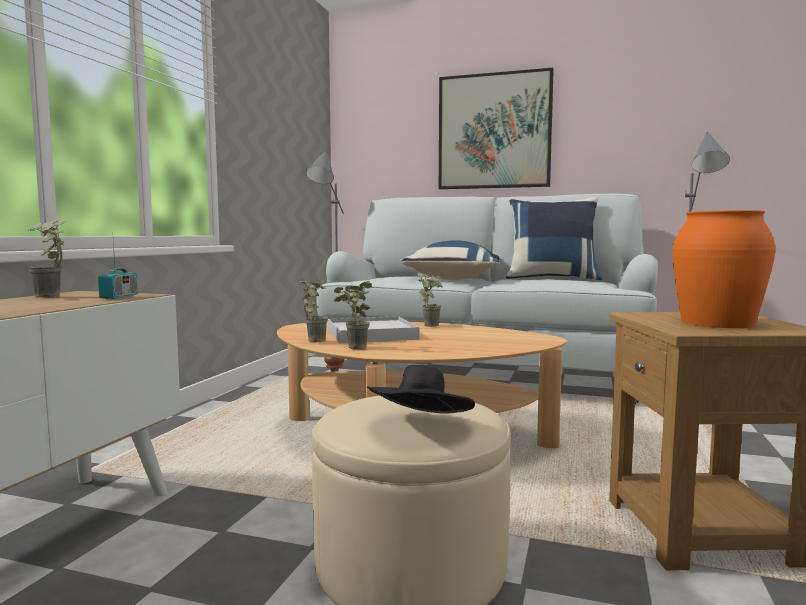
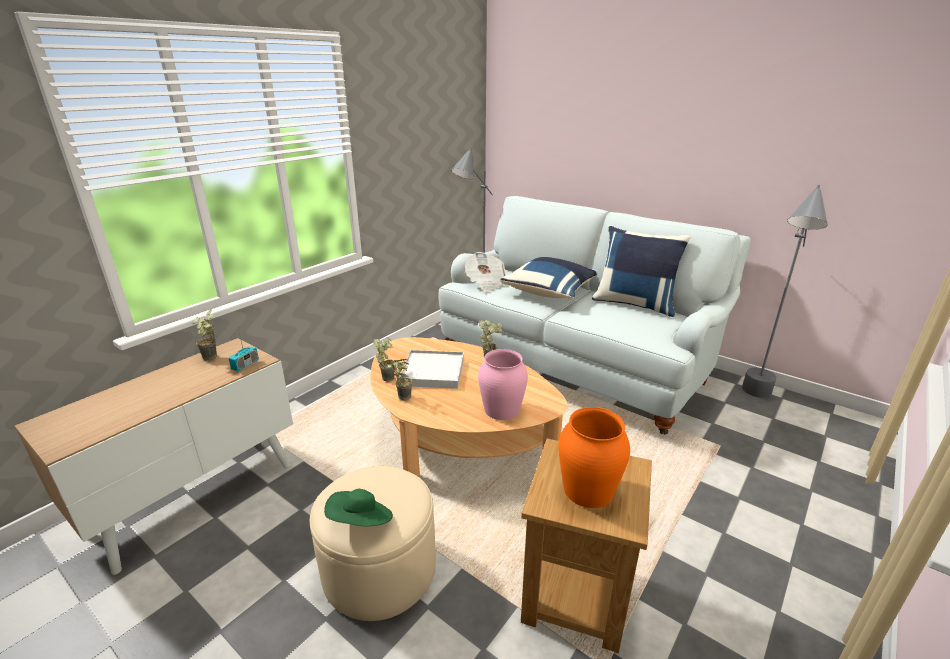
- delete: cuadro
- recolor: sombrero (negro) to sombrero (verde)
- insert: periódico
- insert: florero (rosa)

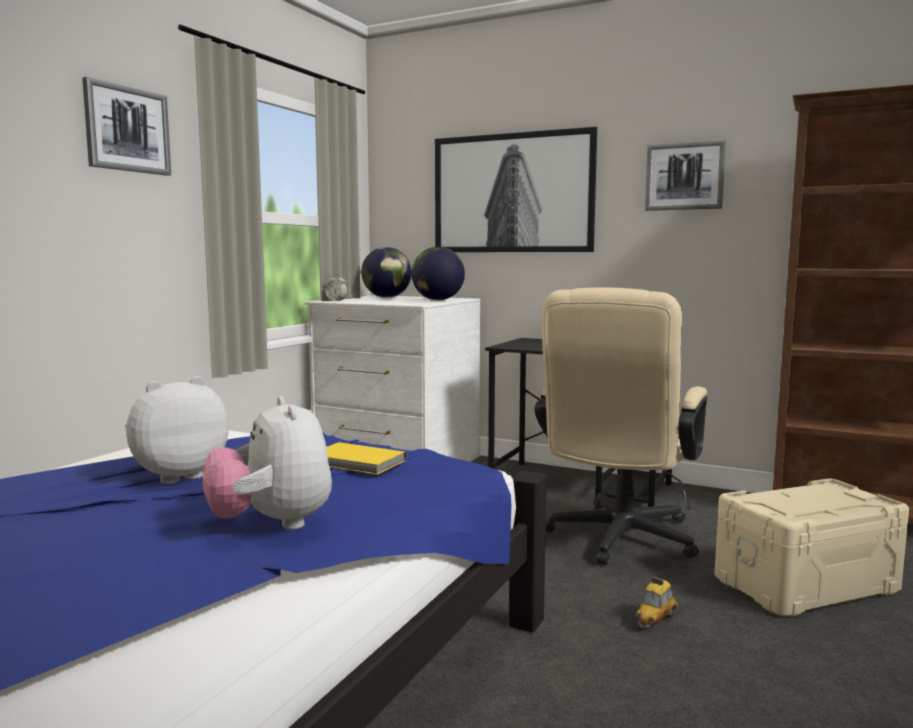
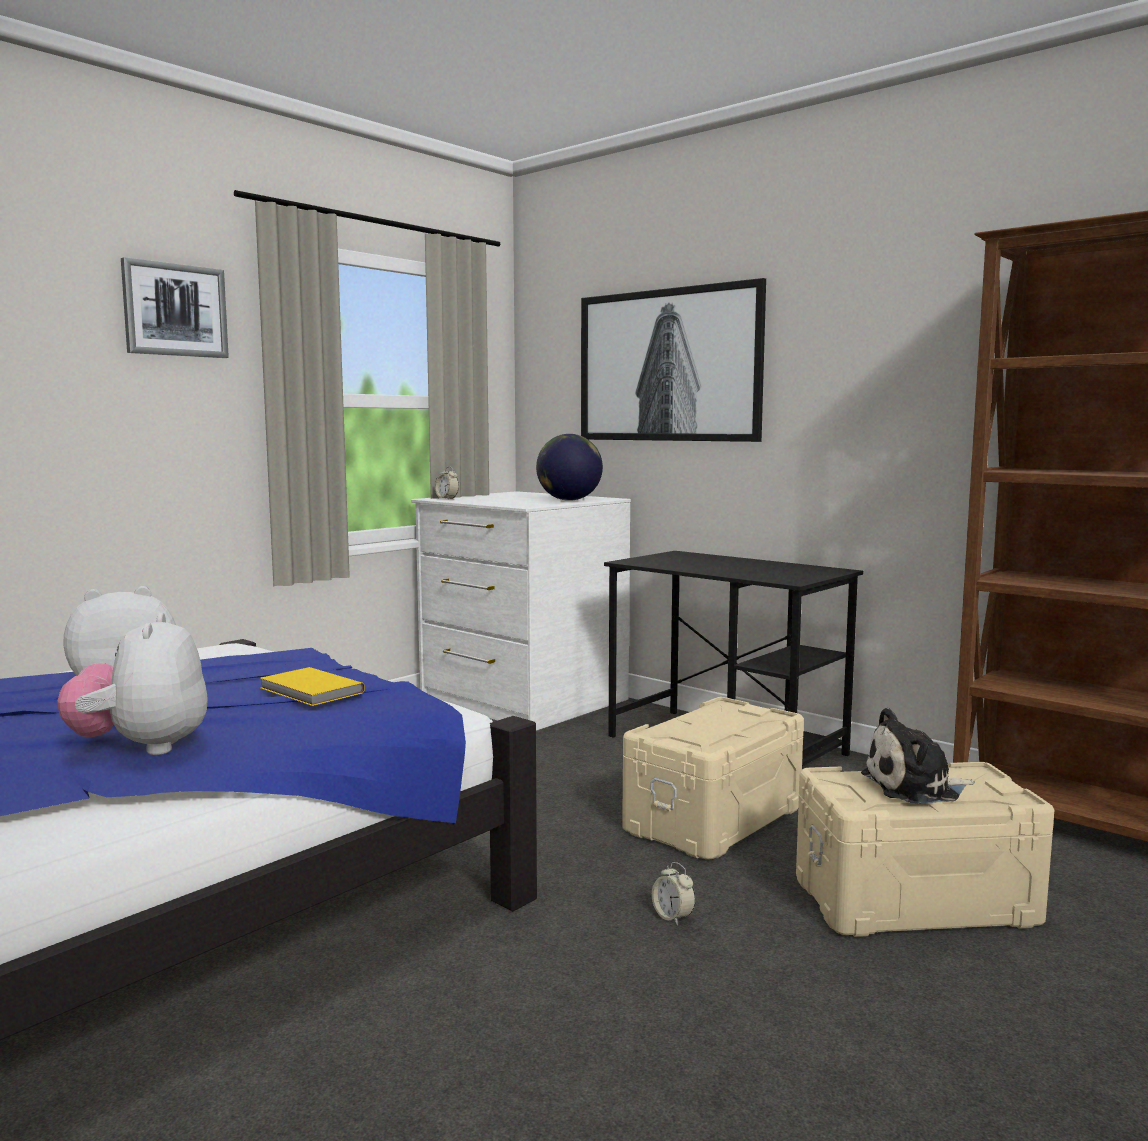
- delete: cuadro (3rd from left)
- delete: globo terráqueo (1st from left)
- replace: silla de oficina (beis) to caja de almacenaje (beis) (1st from left)
- replace: coche de juguete to despertador (2nd from left)
- insert: peluche (3rd from left)

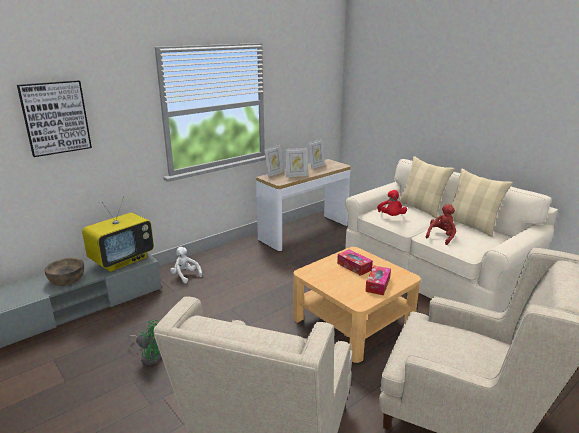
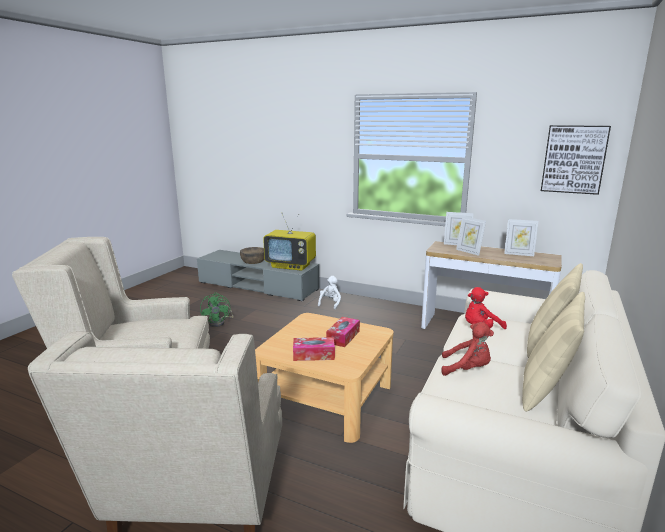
- move: cuadro

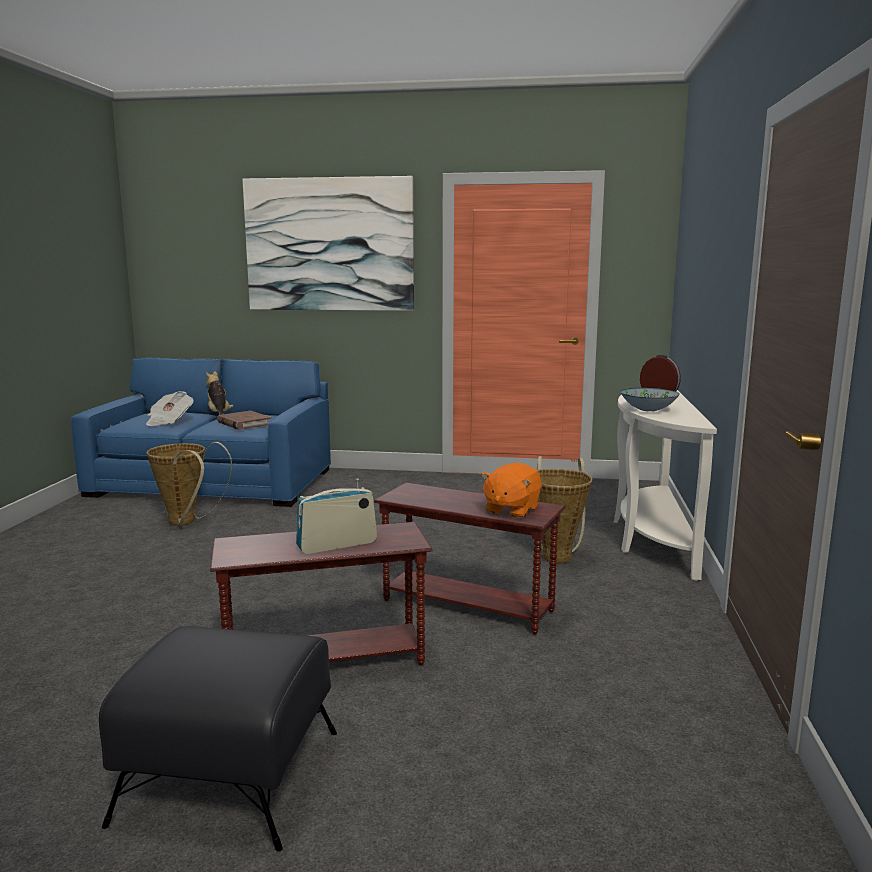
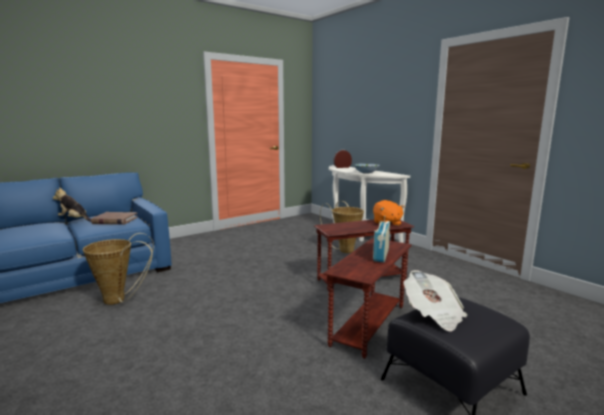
- delete: cuadro
- move: periódico

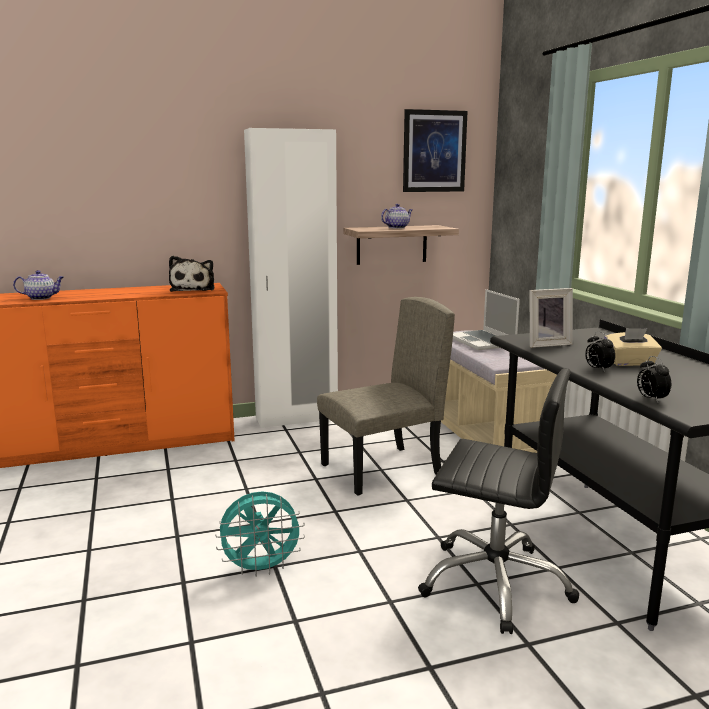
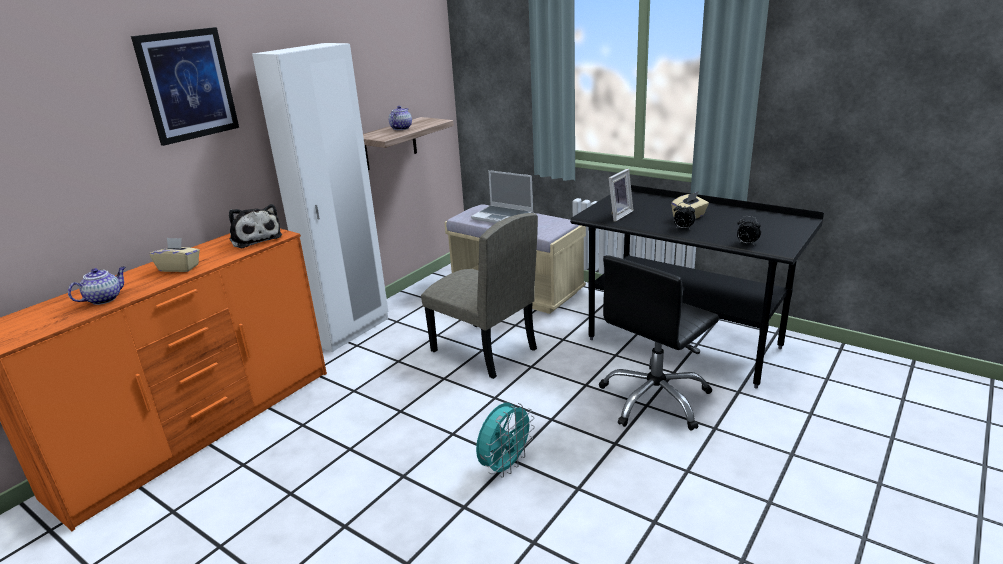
- move: cuadro
- rotate: silla (beis) 105 degrees clockwise
- rotate: silla de oficina (negro) 150 degrees clockwise
- insert: caja de pañuelos (beis) (1st from left)

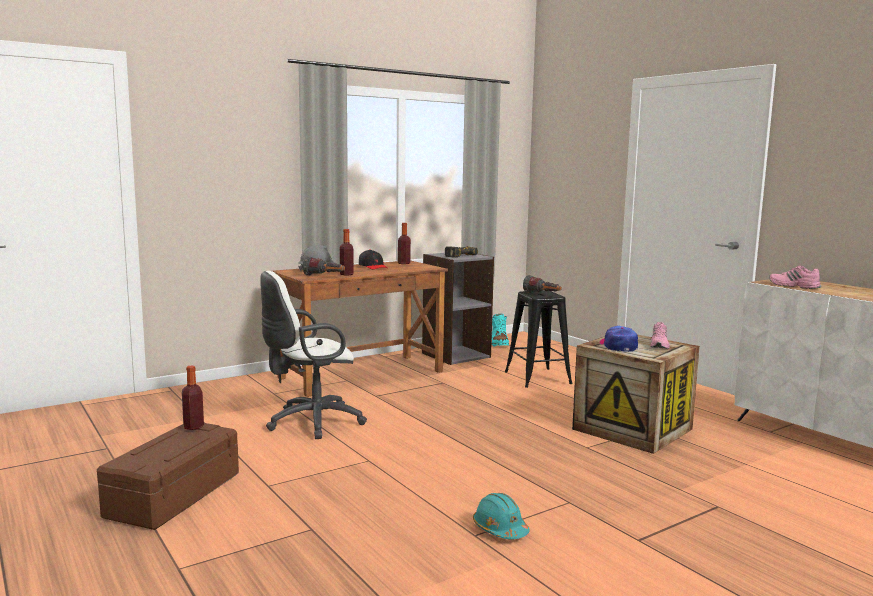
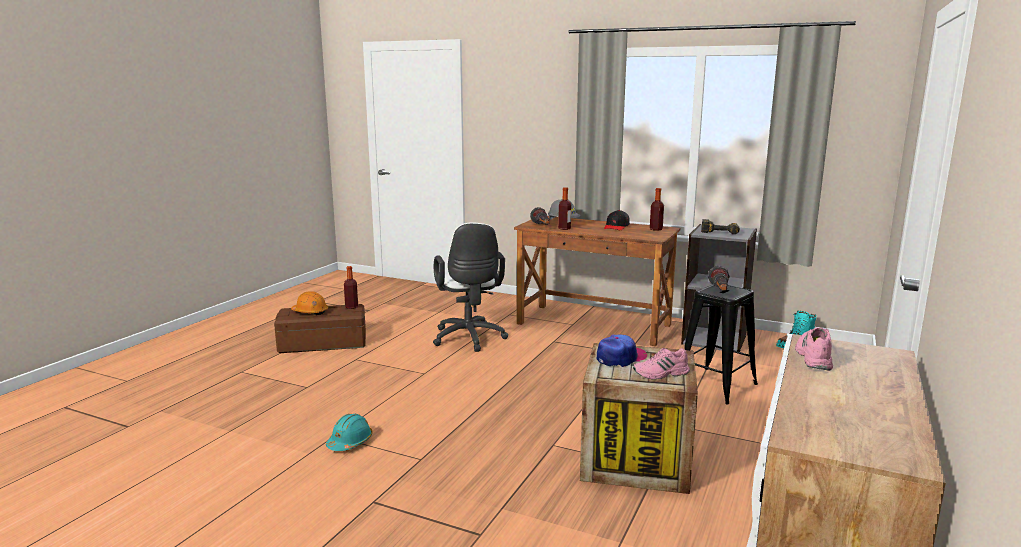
- rotate: silla de oficina (blanco) 135 degrees counterclockwise
- insert: casco (naranja)

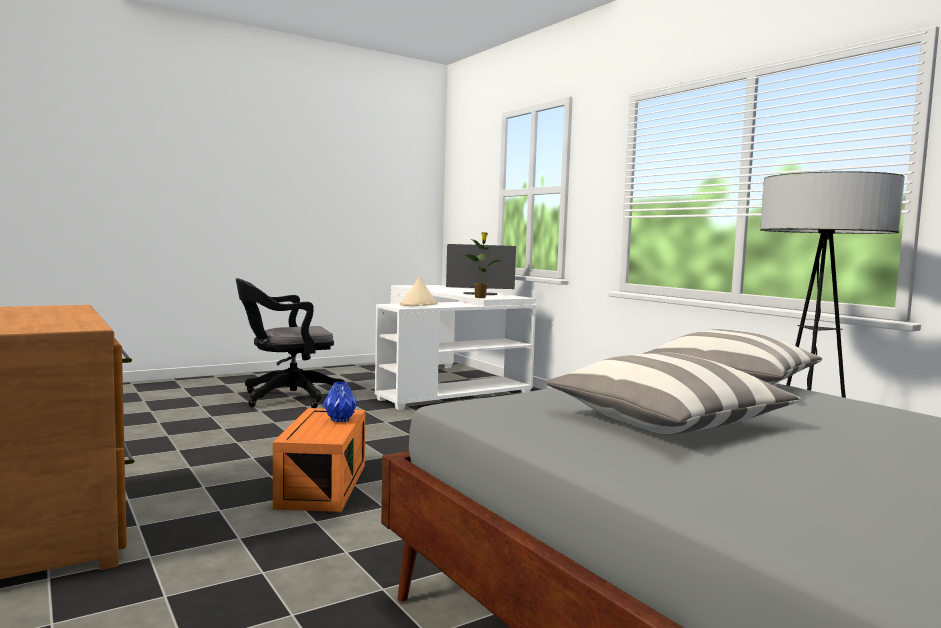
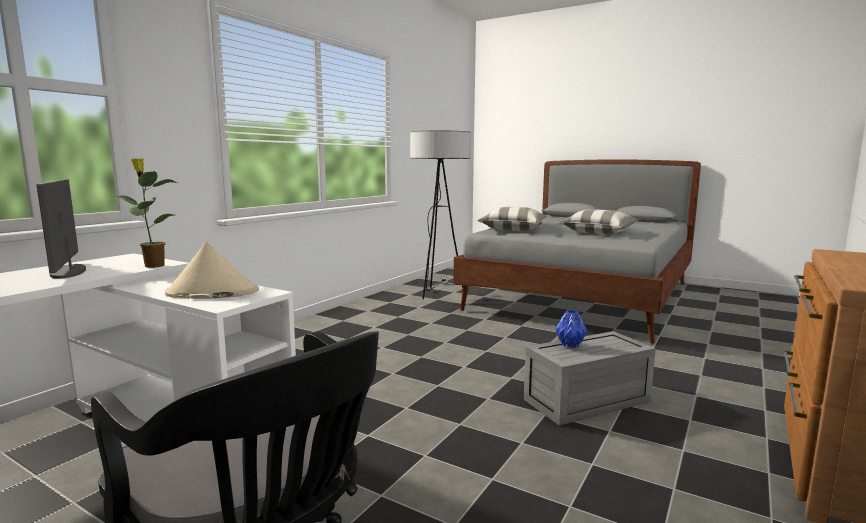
- recolor: caja de almacenaje (naranja) to caja de almacenaje (gris)

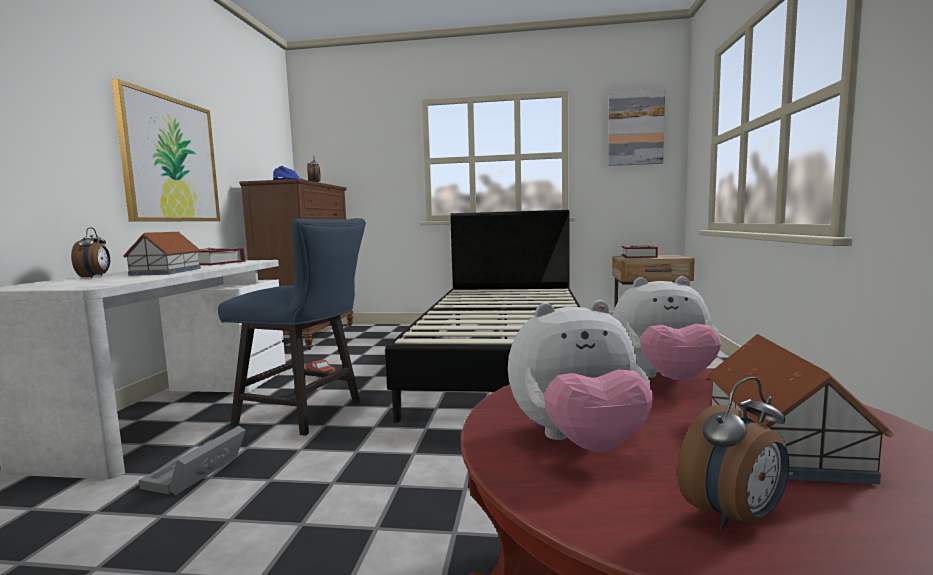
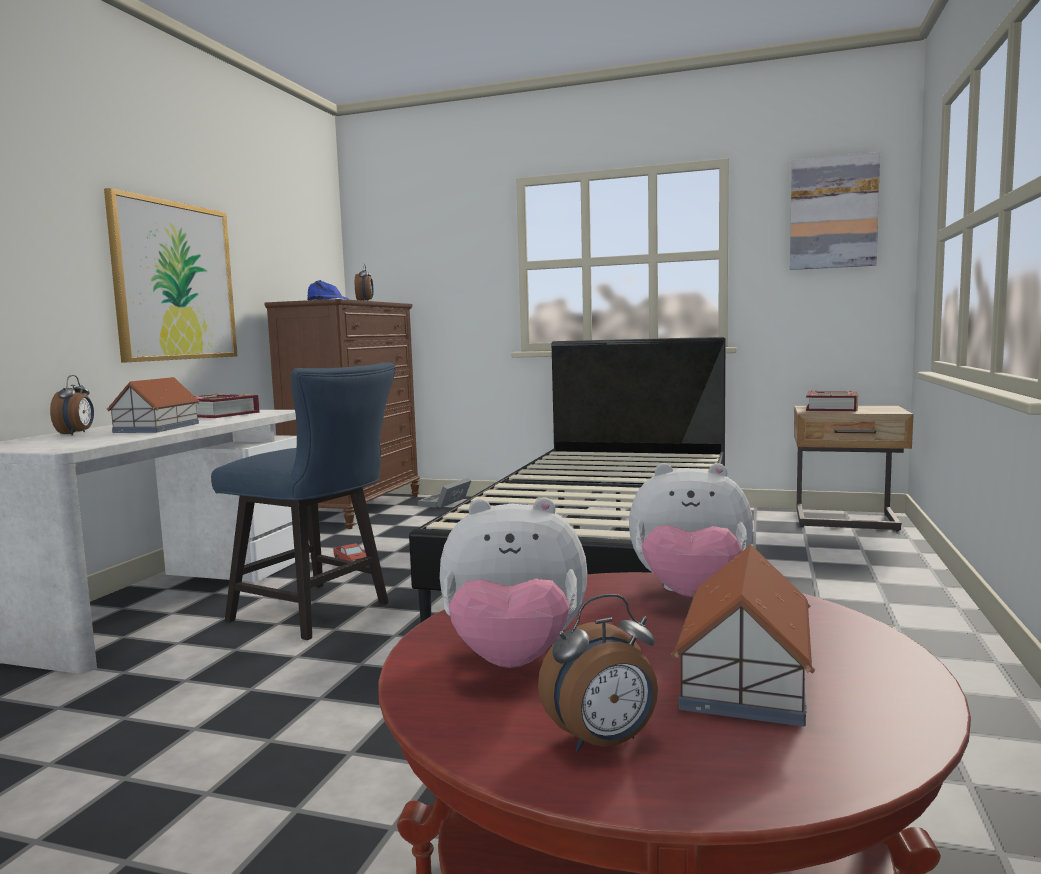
- move: caja de almacenaje (gris)

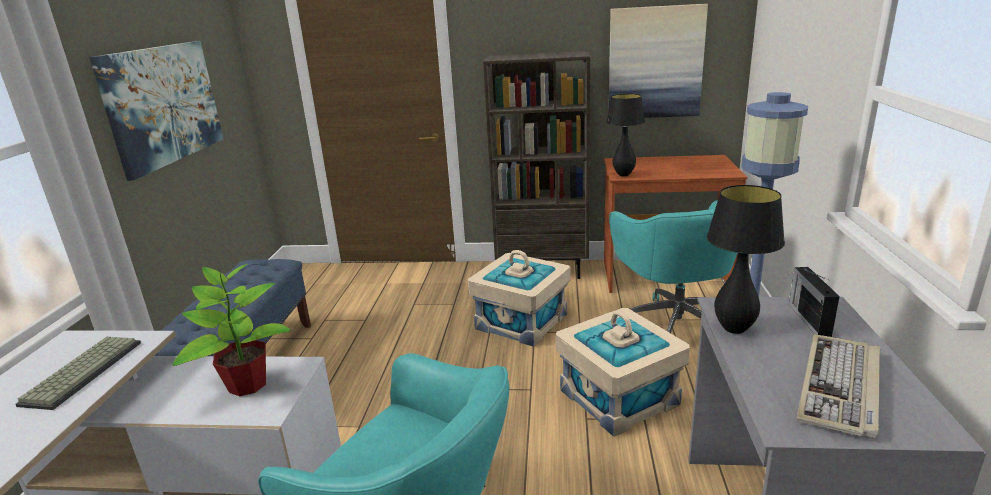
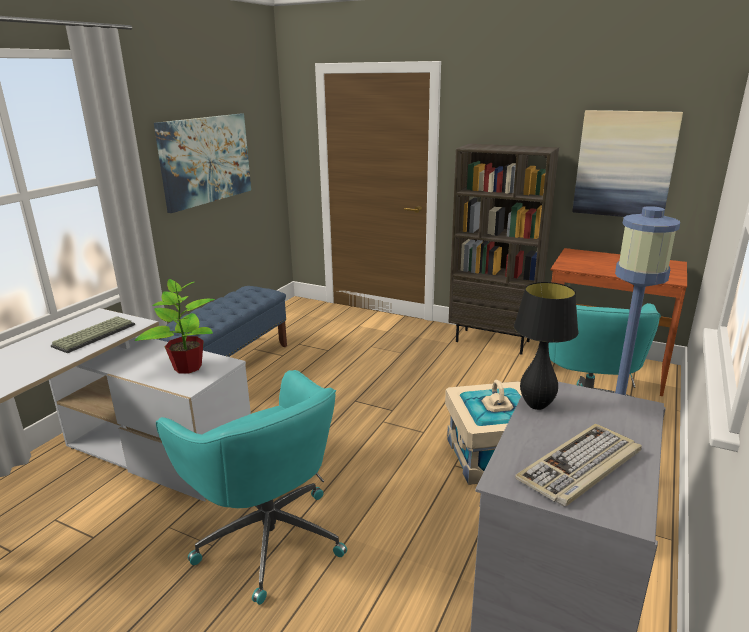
- delete: lámpara de mesa (negro) (1st from left)
- delete: caja de almacenaje (beis) (1st from left)
- delete: radio

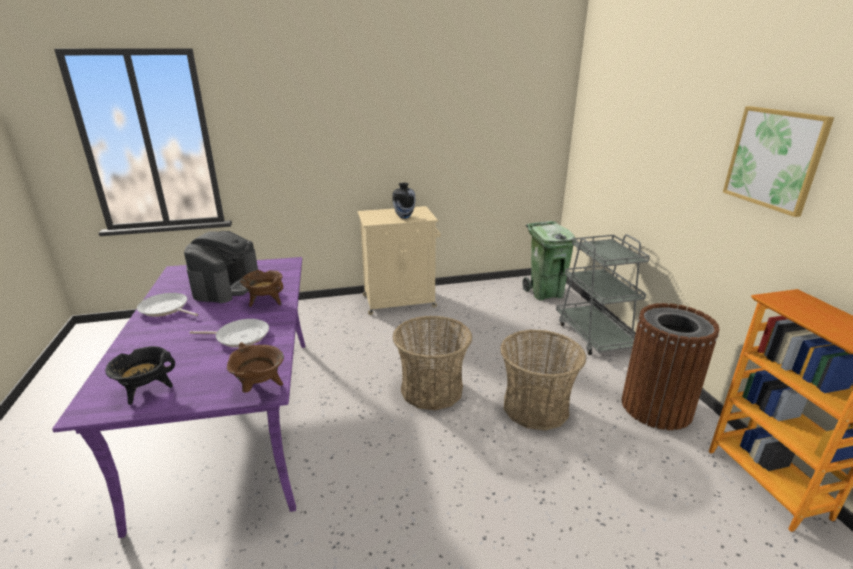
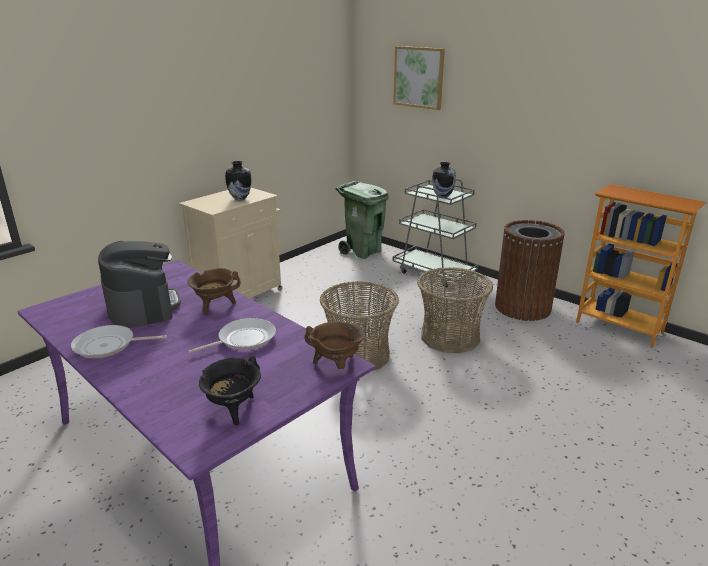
- move: cuadro
- insert: florero (2nd from left)

